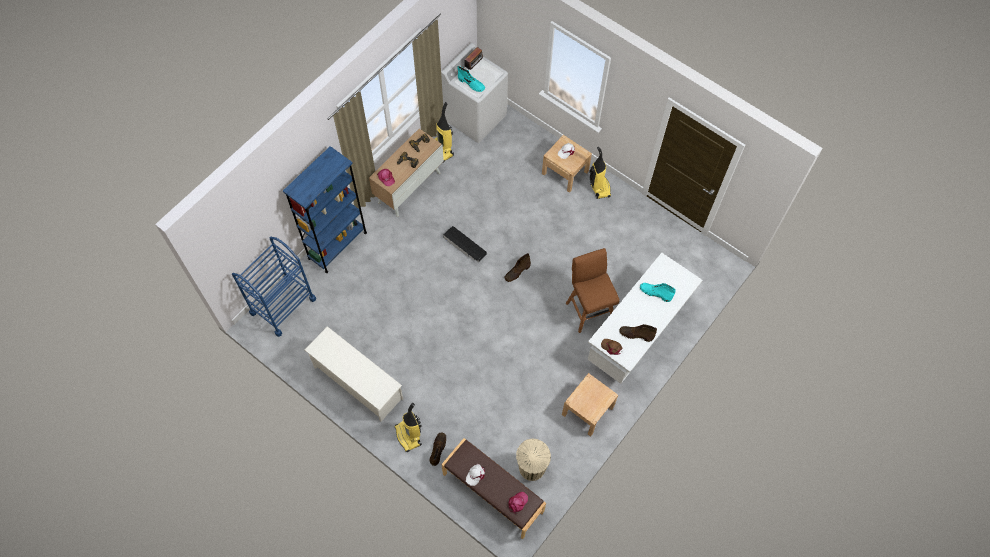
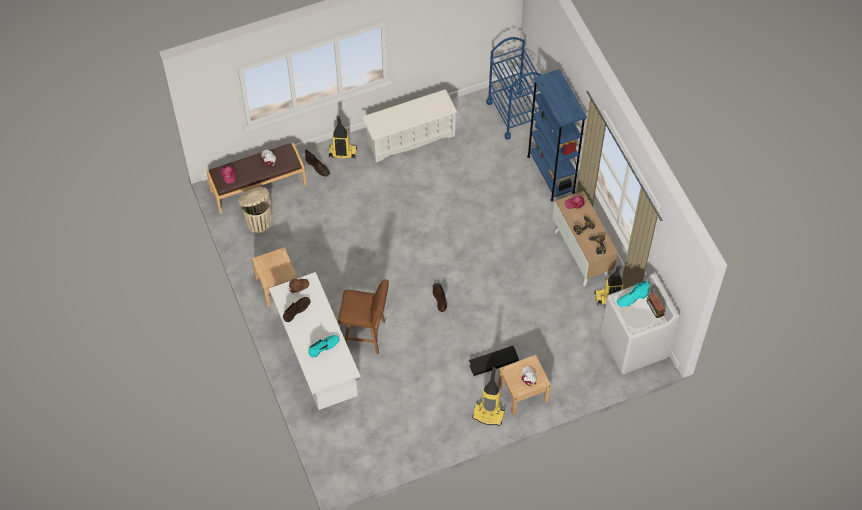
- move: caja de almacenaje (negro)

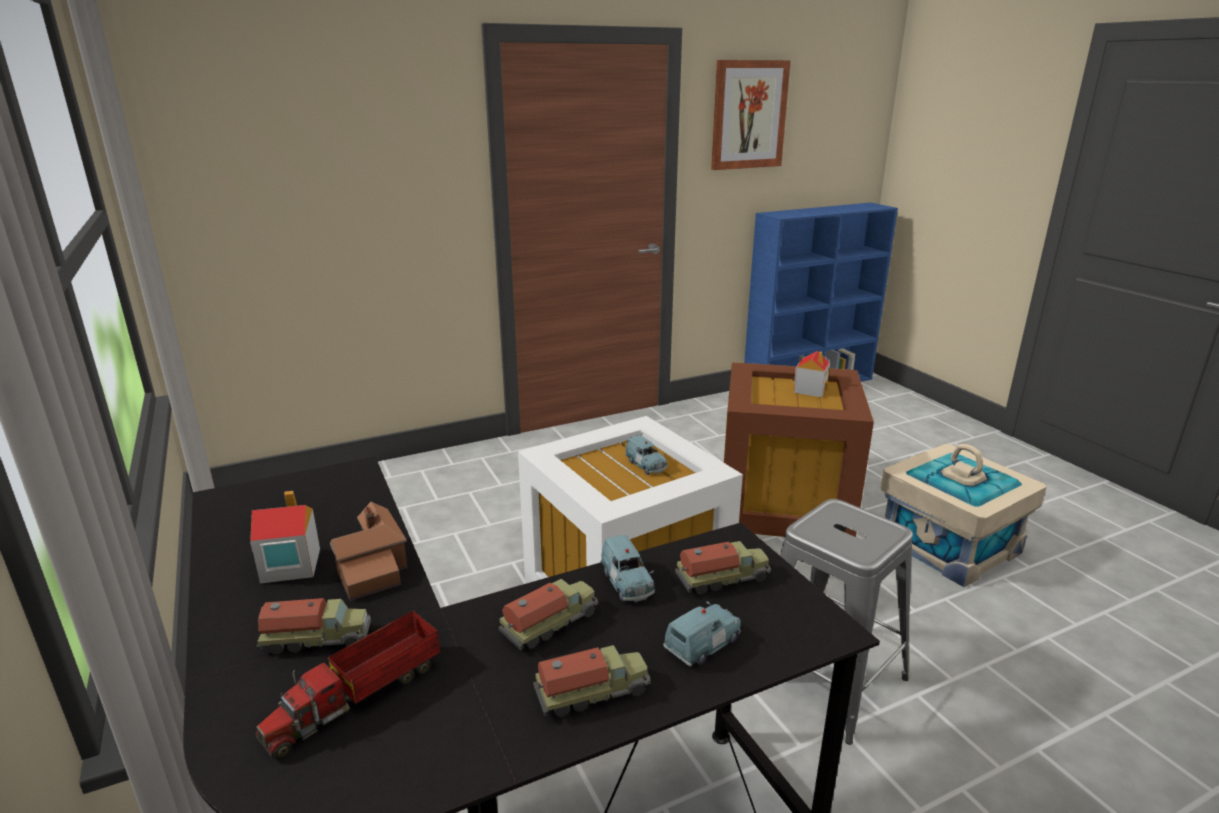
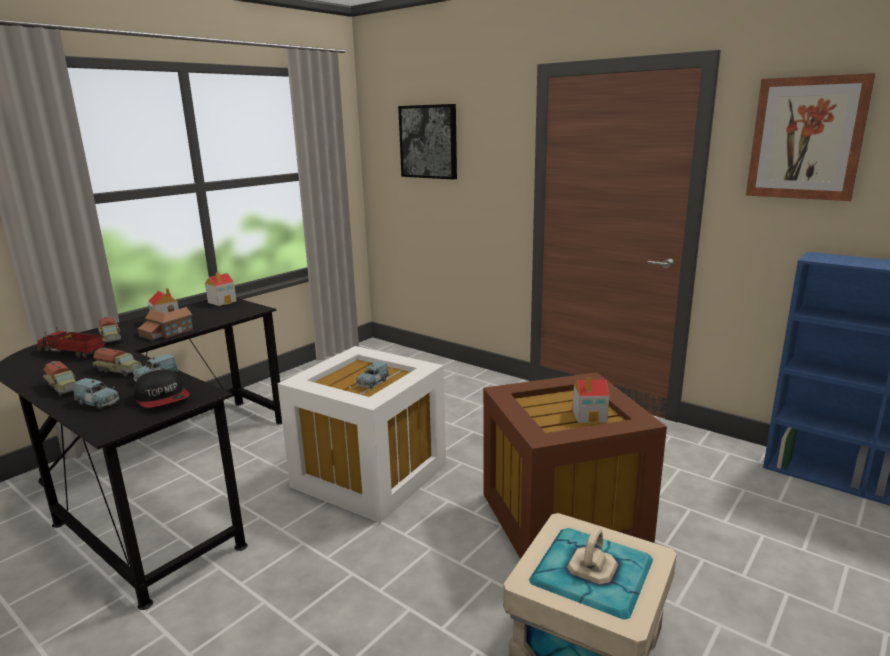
- delete: taburete (gris)
- replace: camión de juguete (5th from left) to gorra
- insert: cuadro (1st from left)
- insert: casita (3rd from left)

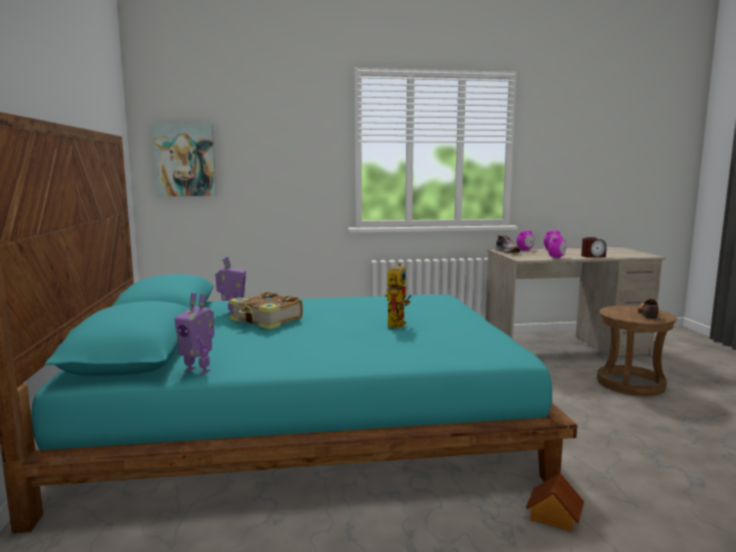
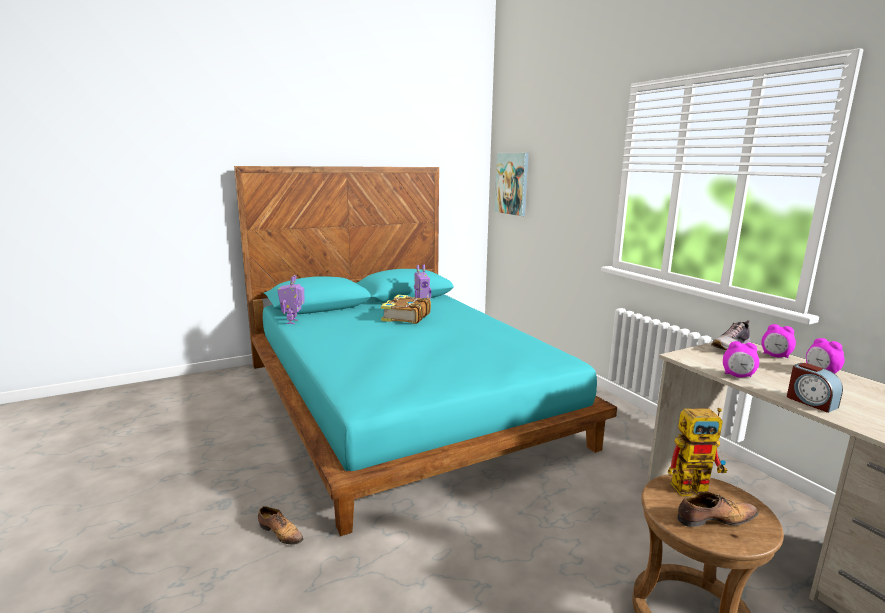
- move: robot de juguete (3rd from left)
- replace: casita to zapato (1st from left)

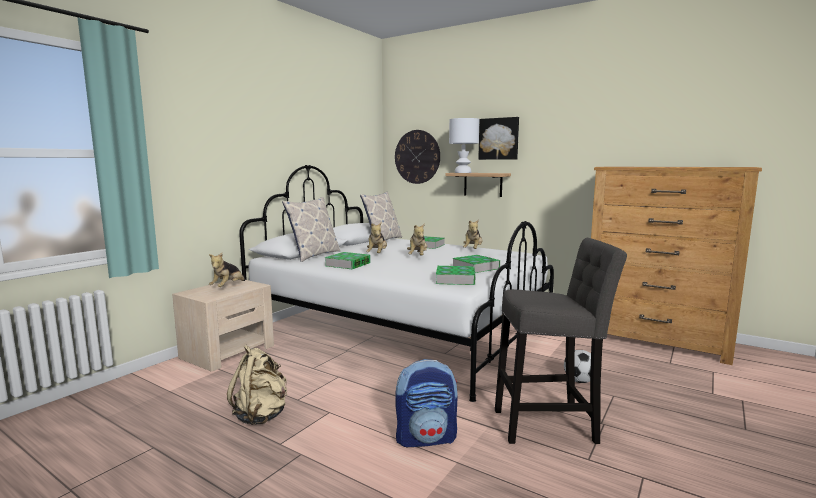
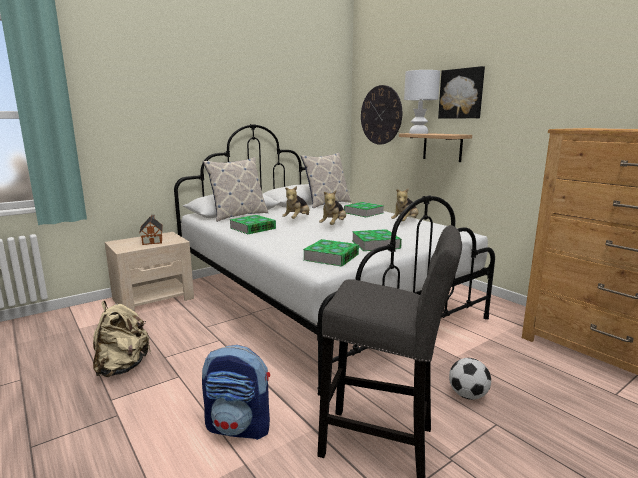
- replace: peluche (1st from left) to casita

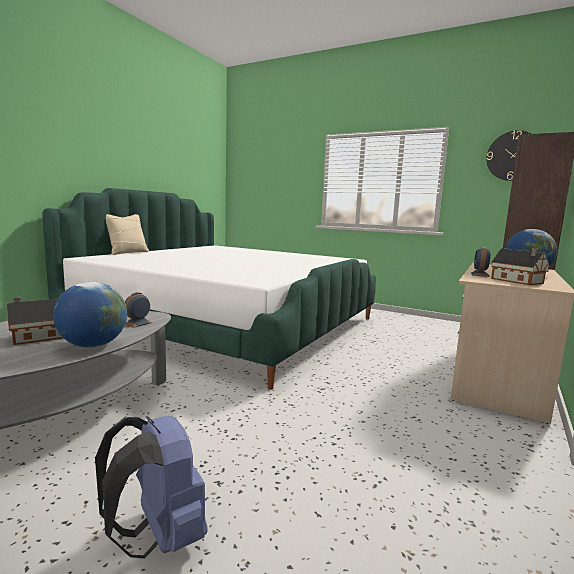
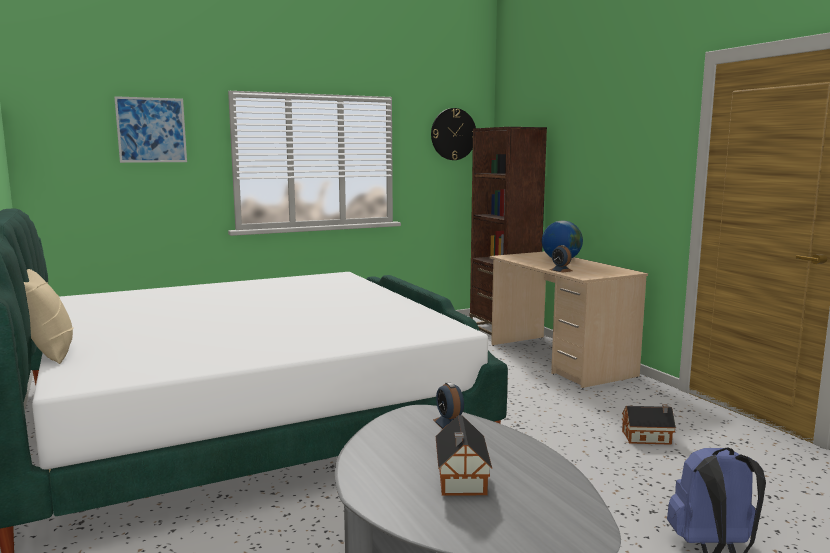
- move: casita (2nd from left)
- delete: globo terráqueo (1st from left)
- insert: cuadro

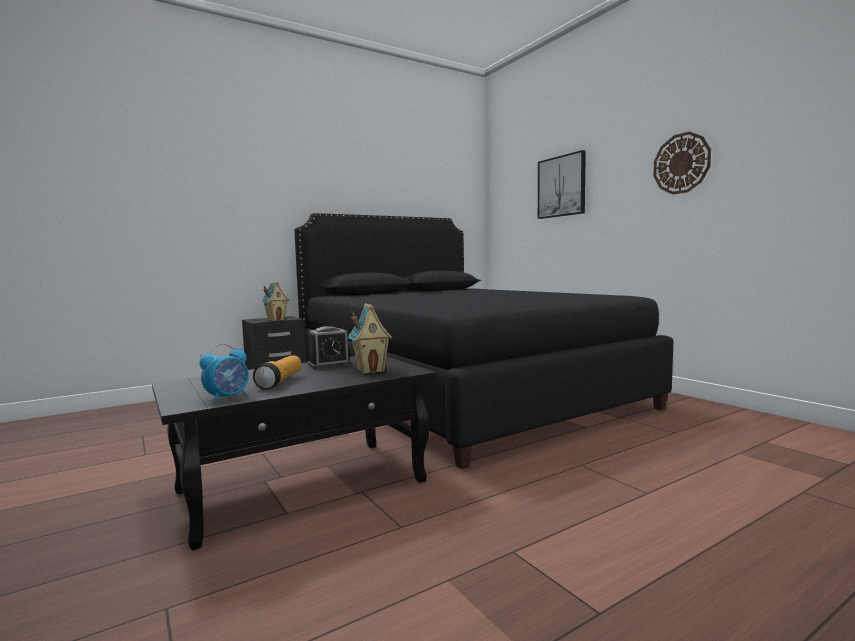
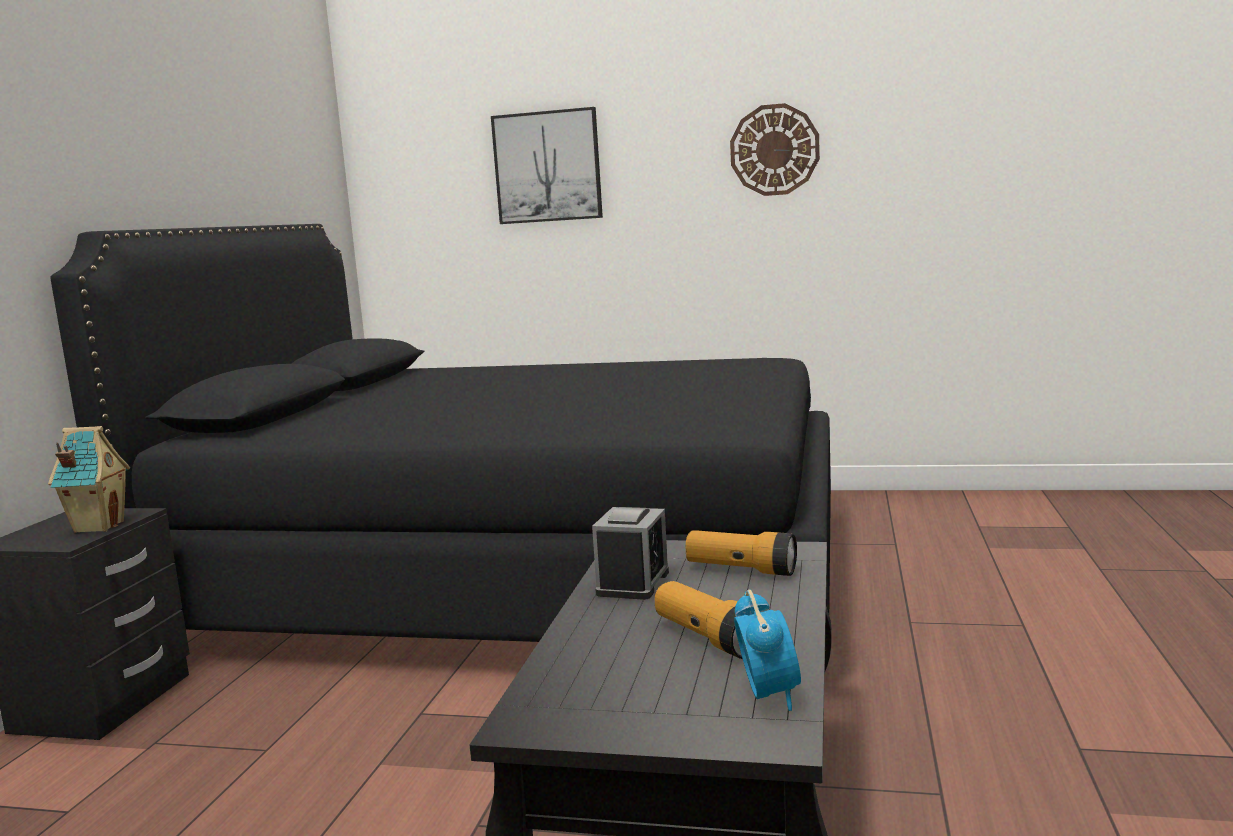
- replace: casita (2nd from left) to linterna (2nd from left)

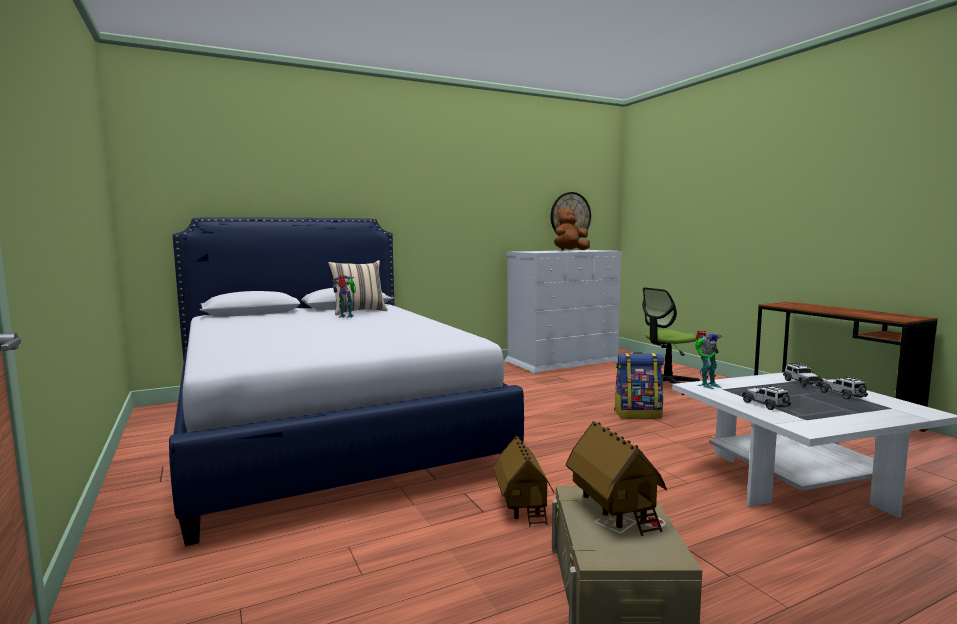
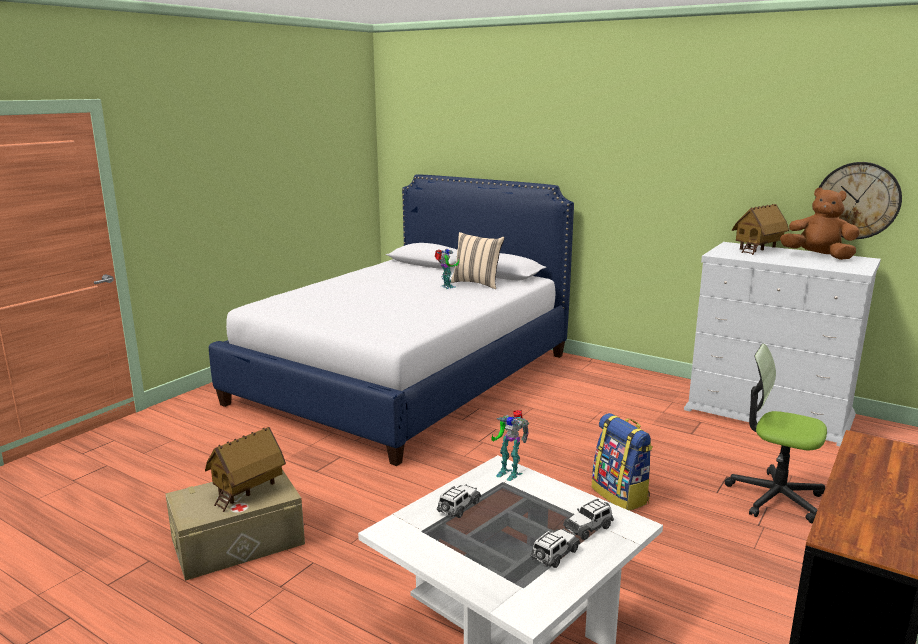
- move: casita (1st from left in the first image) to casita (2nd from left)

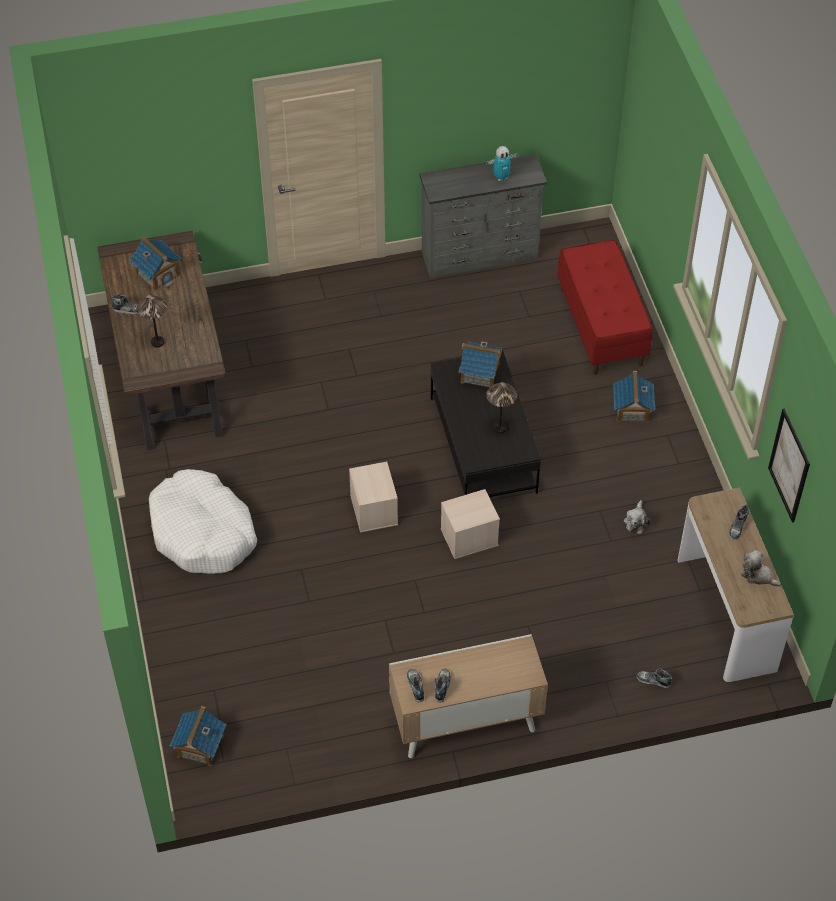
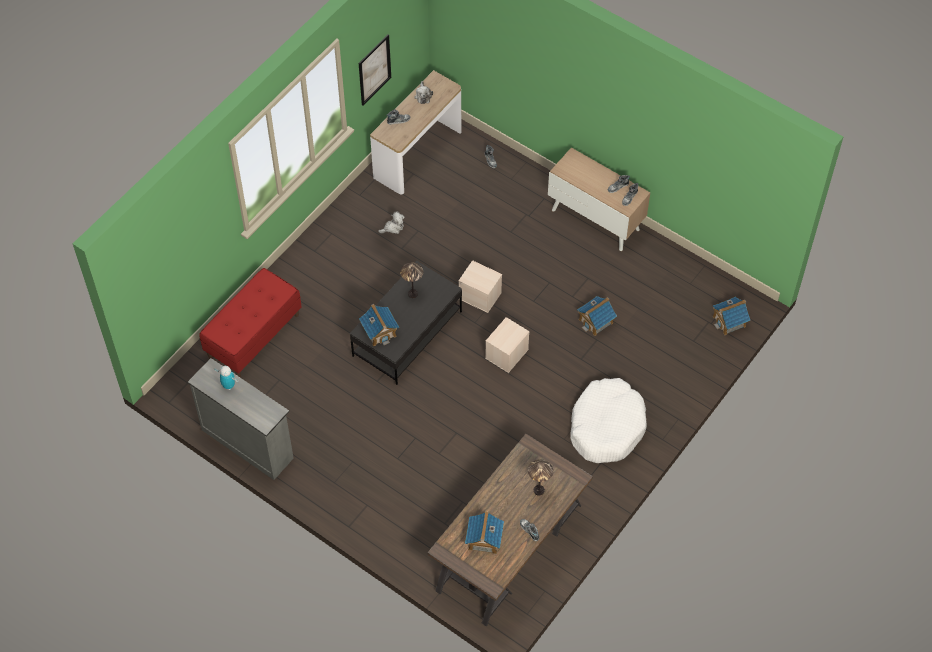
- move: casita (4th from left in the first image) to casita (3rd from left)

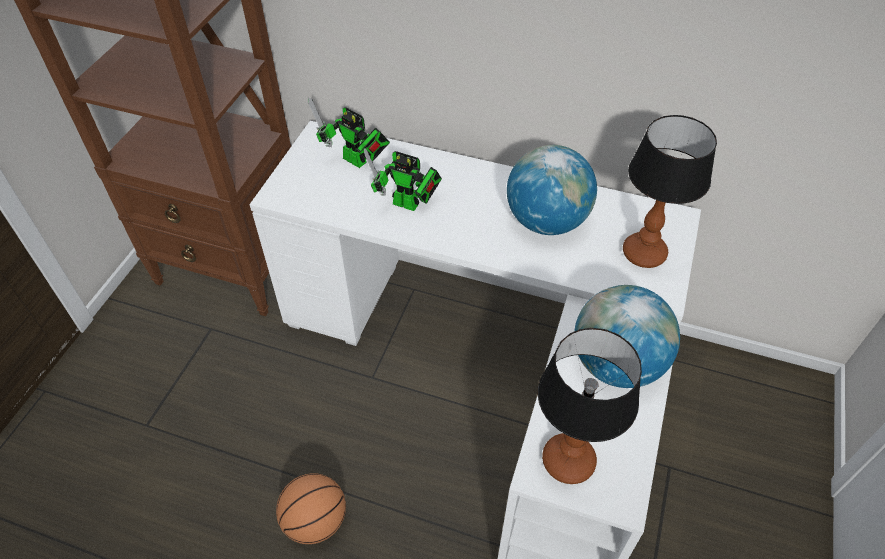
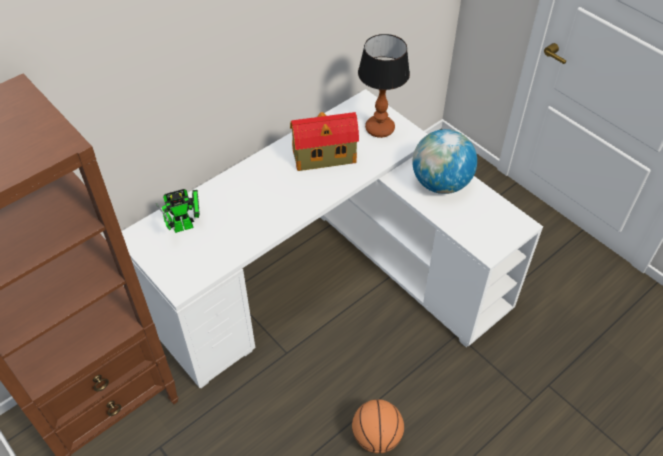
- replace: globo terráqueo (1st from left) to casita
- delete: robot de juguete (2nd from left)
- delete: lámpara de mesa (1st from left)

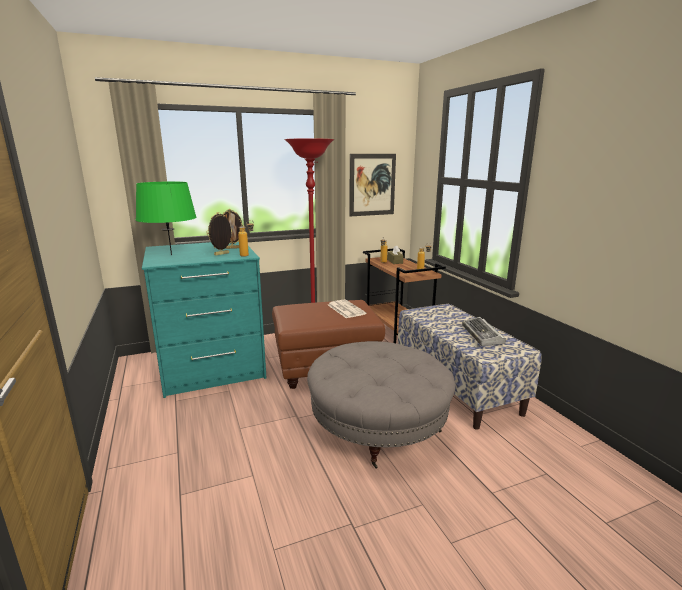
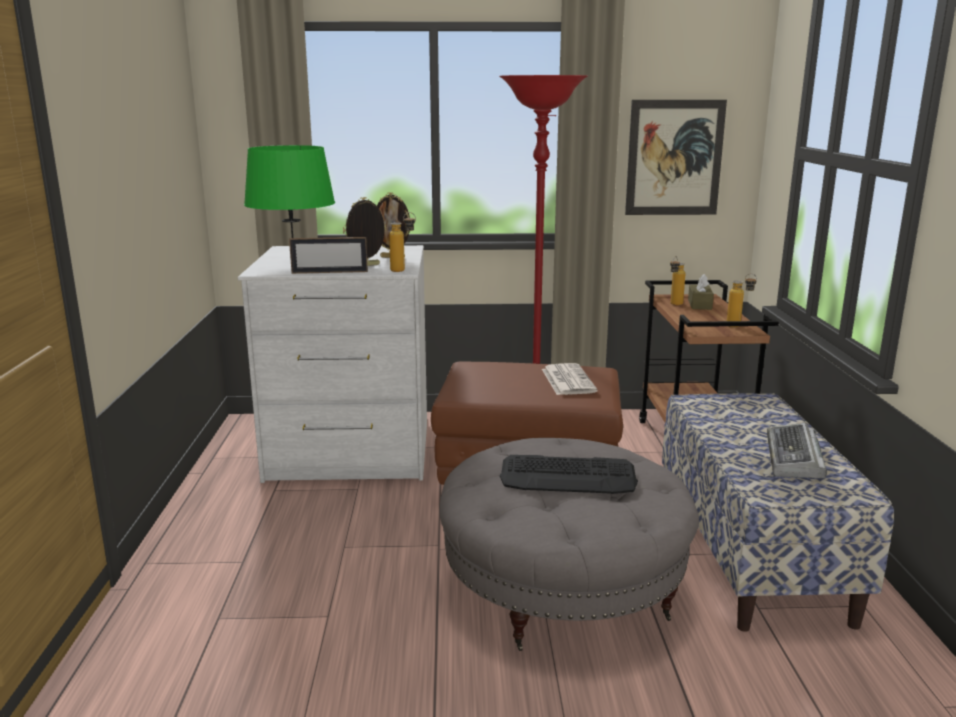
- recolor: cómoda (turquesa) to cómoda (blanco)
- insert: portarretratos (1st from left)
- insert: teclado (1st from left)

